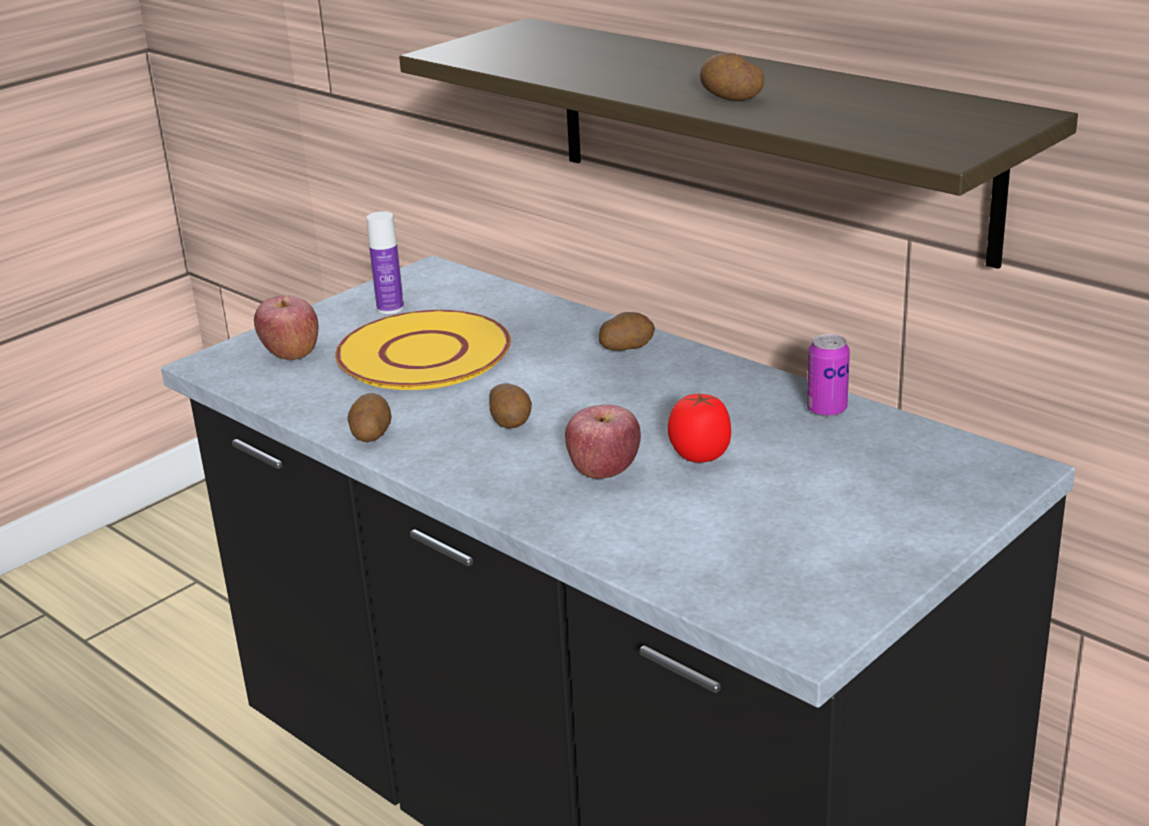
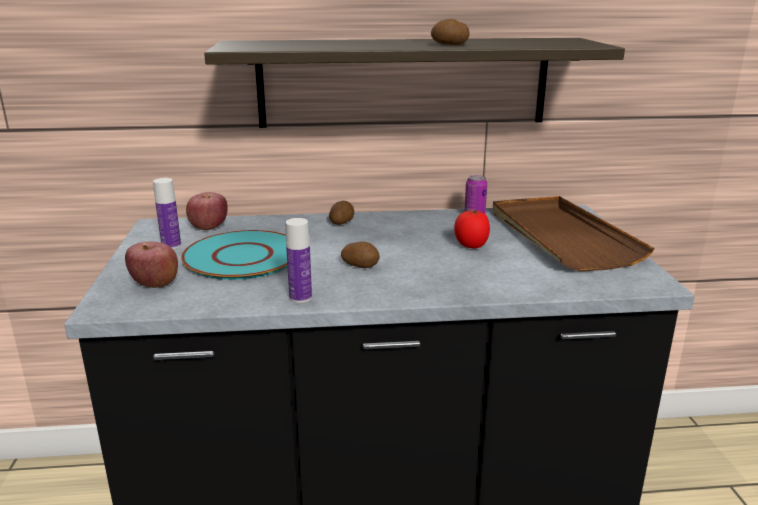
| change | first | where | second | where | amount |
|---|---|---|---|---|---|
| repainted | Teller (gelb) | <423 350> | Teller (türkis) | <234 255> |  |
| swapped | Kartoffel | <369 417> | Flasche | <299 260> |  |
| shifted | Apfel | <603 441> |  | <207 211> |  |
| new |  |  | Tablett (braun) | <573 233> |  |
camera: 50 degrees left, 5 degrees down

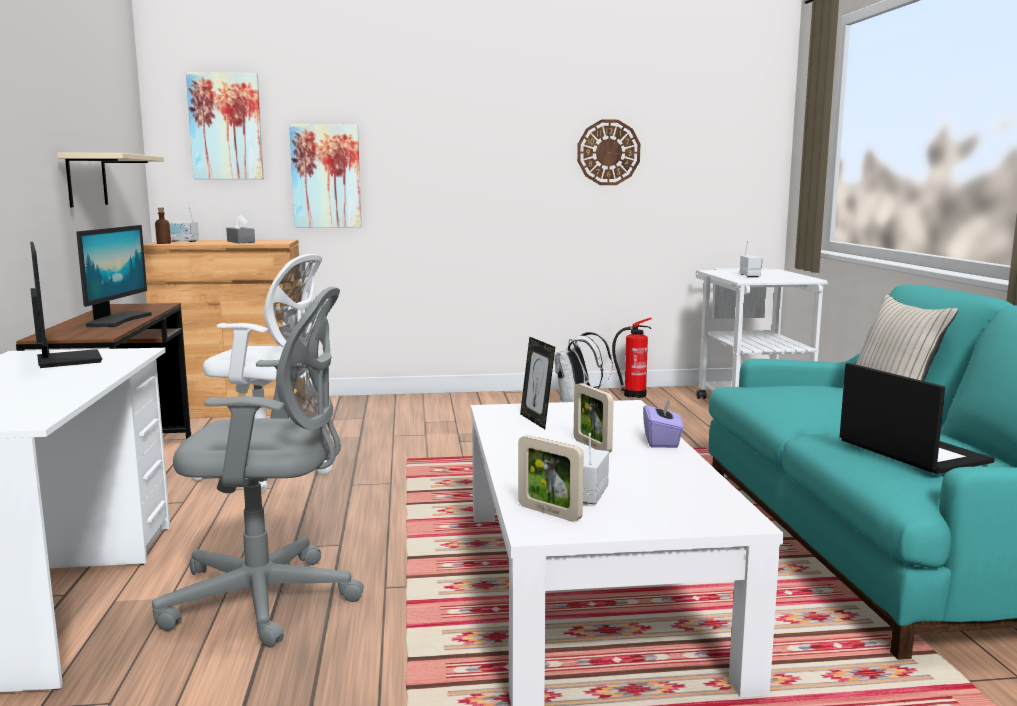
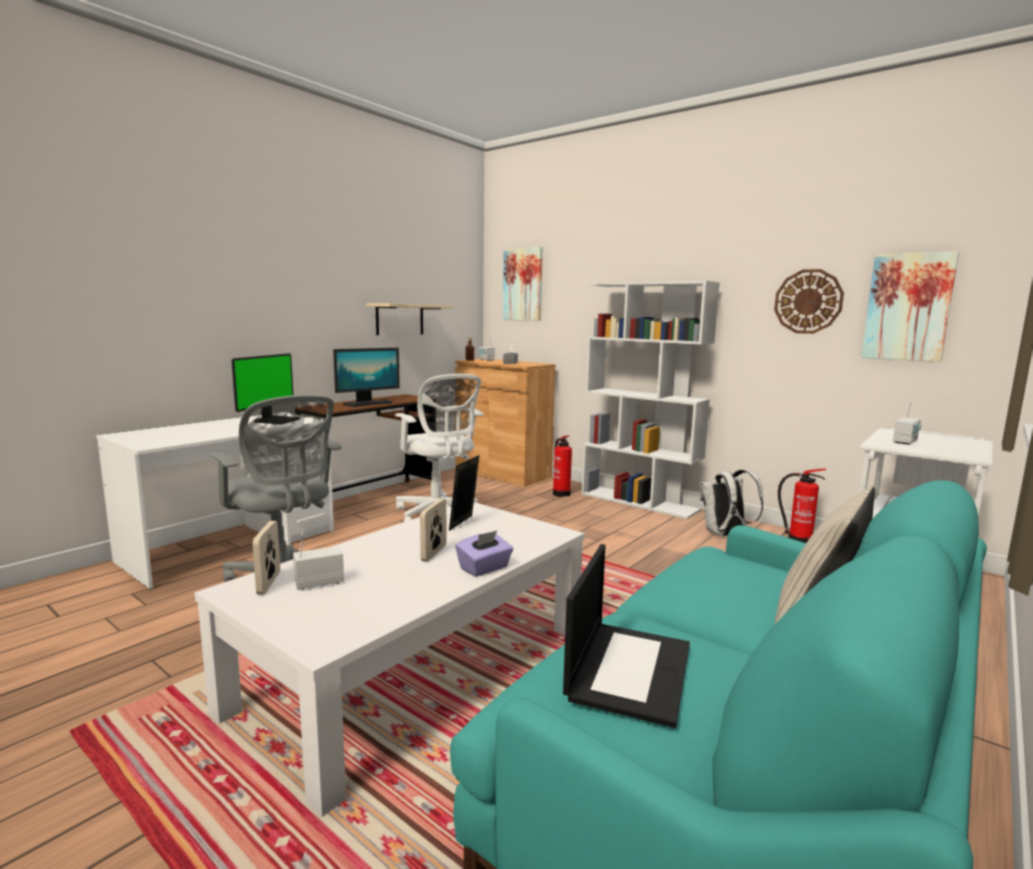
| change | first | where | second | where | amount |
|---|---|---|---|---|---|
| shifted | Bild | <325 176> |  | <910 306> |  |
| new |  |  | Bücherregal (weiß) | <650 400> |  |
| new |  |  | Feuerlöscher | <562 466> |  |
camera: 45 degrees right, 0 degrees up

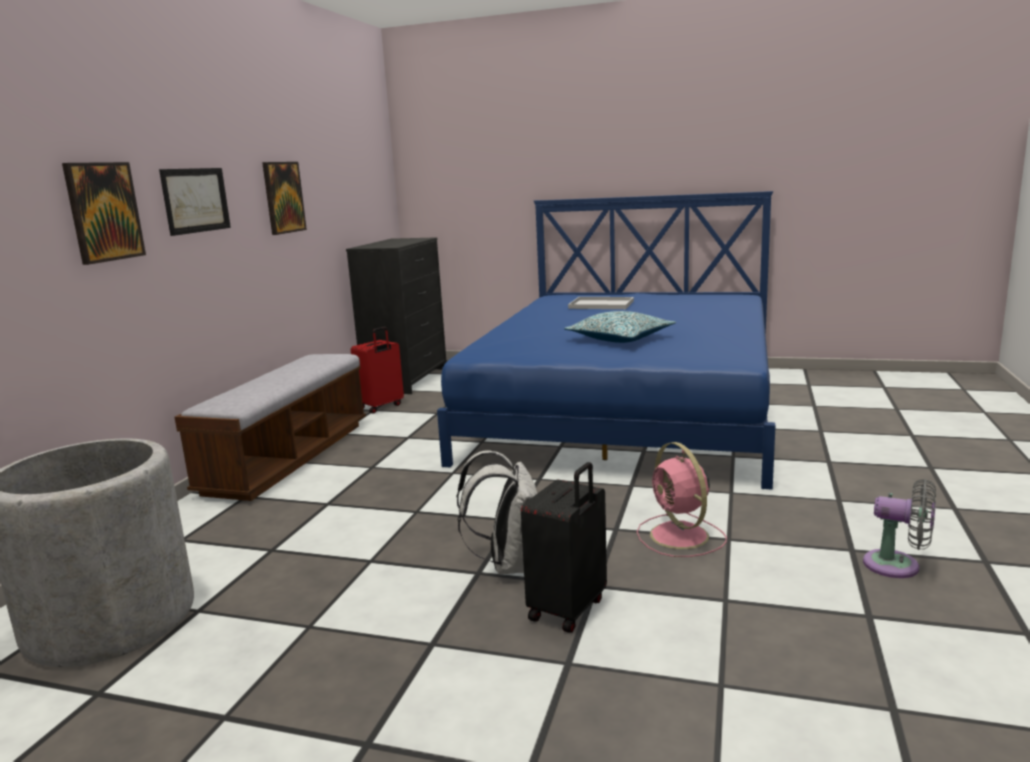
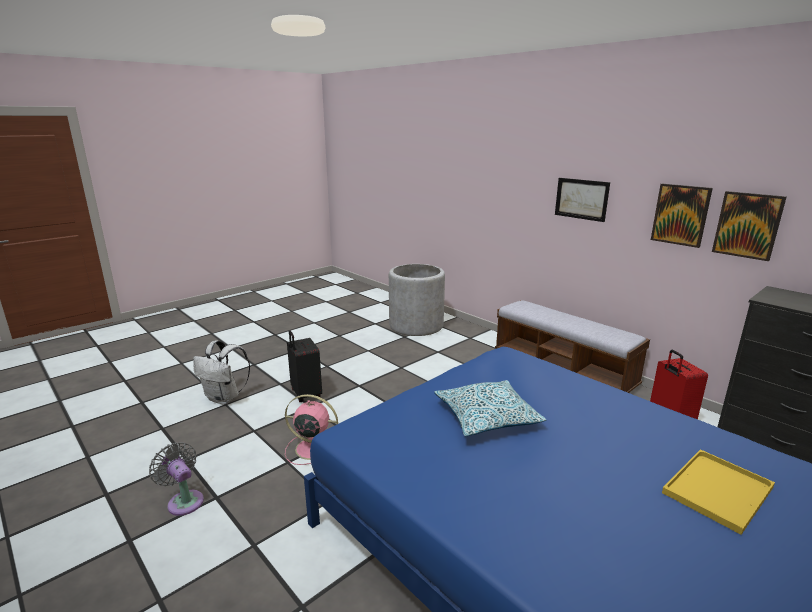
| change | first | where | second | where | amount |
|---|---|---|---|---|---|
| shifted | Bild | <104 213> |  | <749 226> |  |
| repainted | Tablett (weiß) | <601 303> | Tablett (gelb) | <718 492> |  |
| shifted | Rucksack (weiß) | <496 512> |  | <221 372> |  |
| rotated | Ventilator (grau) | <899 528> |  | <176 479> | 75 degrees clockwise |
camera: 120 degrees right, 5 degrees up

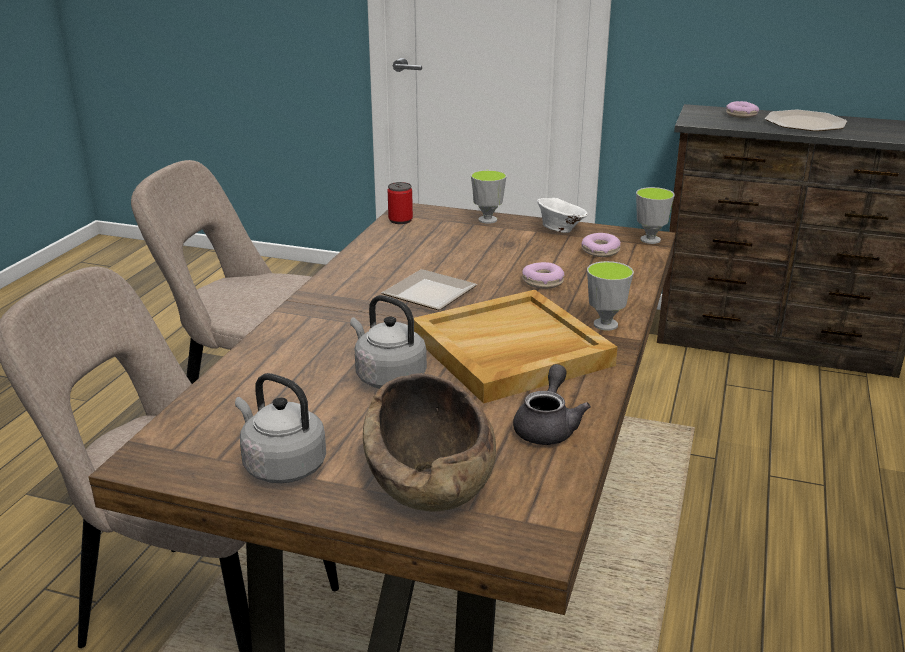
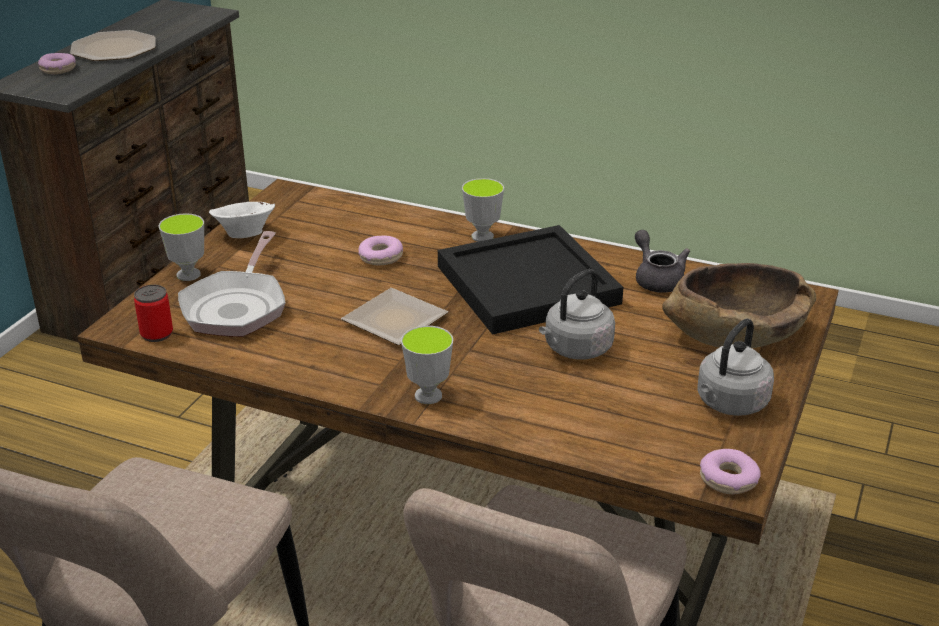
| change | first | where | second | where | amount |
|---|---|---|---|---|---|
| shifted | Tasse | <655 215> |  | <427 365> |  |
| shifted | Donut | <601 245> |  | <730 471> |  |
| repainted | Tablett (beige) | <516 347> | Tablett (schwarz) | <530 280> |  |
| rotated | Teekanne (grau) | <552 404> |  | <662 261> | 45 degrees clockwise |
| new |  |  | Pfanne | <232 284> |  |
camera: 85 degrees left, 5 degrees up

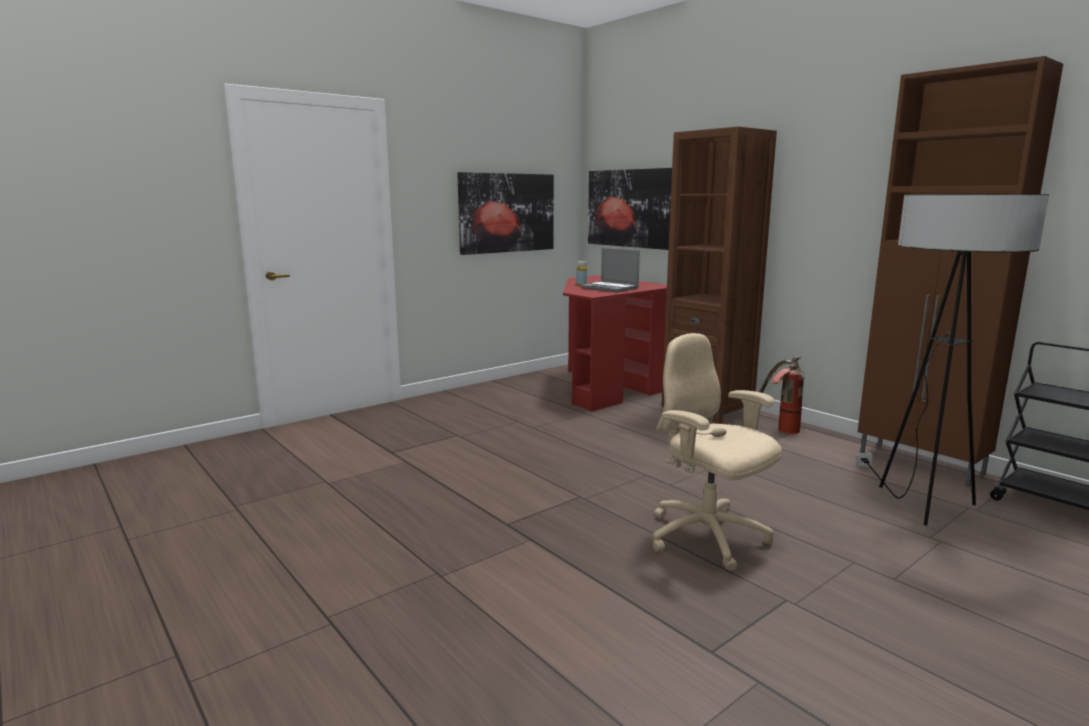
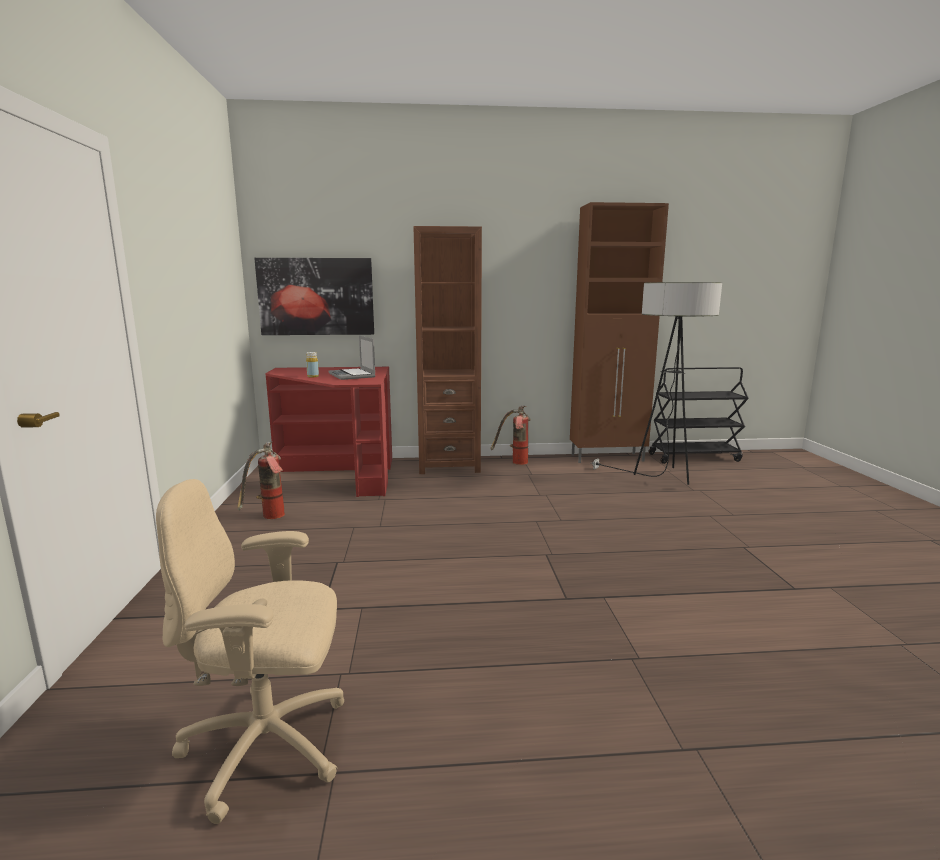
| change | first | where | second | where | amount |
|---|---|---|---|---|---|
| gone | Bild | <505 213> |  |  |  |
| rotated | Laptop | <610 270> |  | <352 358> | 75 degrees clockwise |
| shifted | Bürostuhl (beige) | <717 452> |  | <250 651> |  |
| new |  |  | Feuerlöscher | <261 480> |  |
camera: 55 degrees left, 0 degrees up

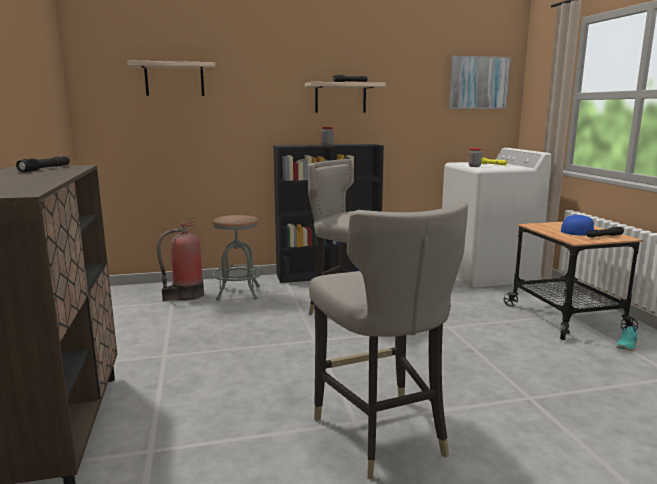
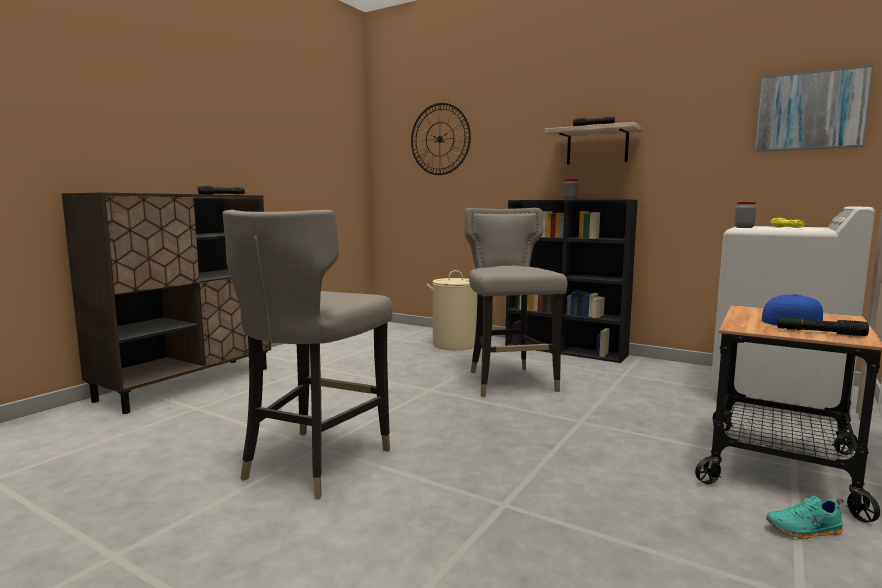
| change | first | where | second | where | amount |
|---|---|---|---|---|---|
| swapped | Wandregal | <171 78> | Wanduhr | <441 139> |  |
| swapped | Hocker (grau) | <237 257> | Wäschekorb (beige) | <452 310> |  |
| gone | Feuerlöscher | <180 260> |  |  |  |
camera: 45 degrees right, 5 degrees down

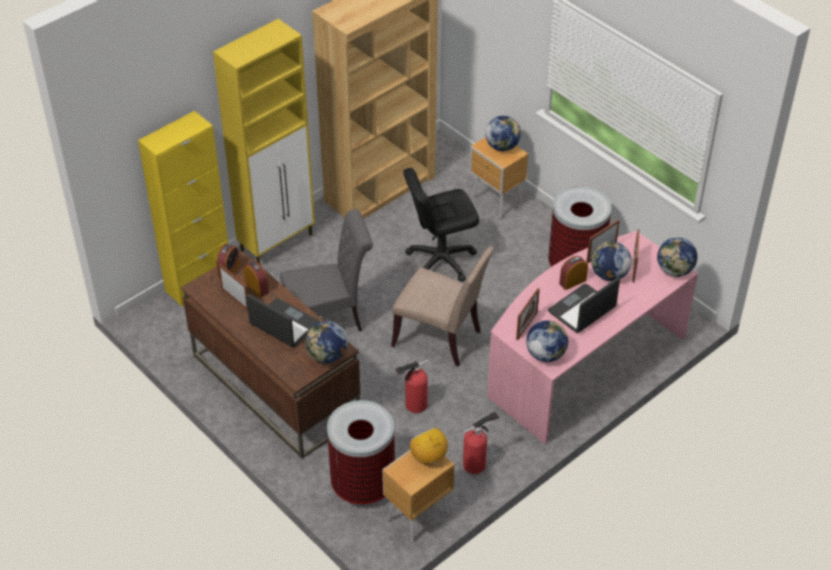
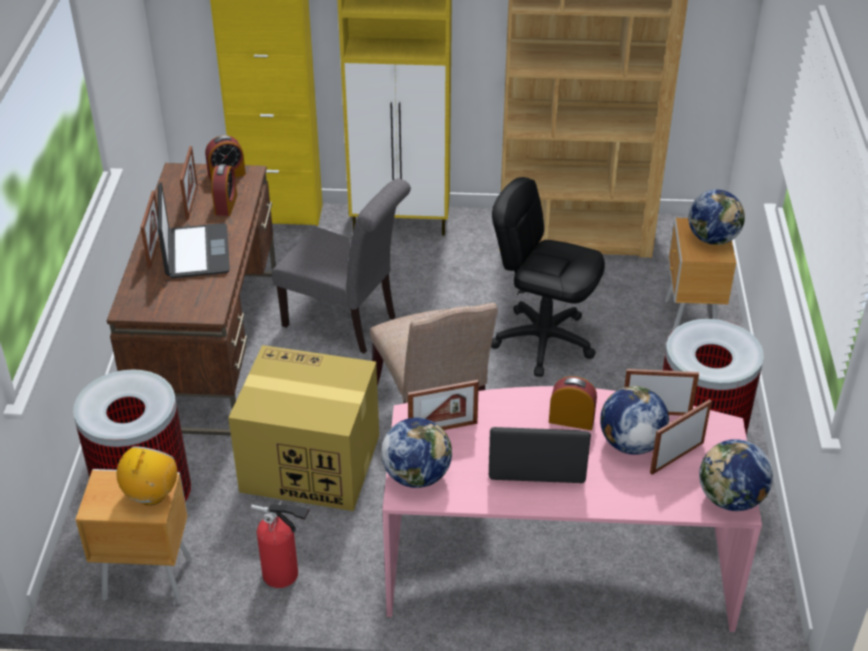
| change | first | where | second | where | amount |
|---|---|---|---|---|---|
| gone | Globus | <326 342> |  |  |  |
| swapped | Feuerlöscher | <412 386> | Karton | <303 428> |  |
| new |  |  | Bilderrahmen | <149 229> |  |
camera: 45 degrees right, 5 degrees down

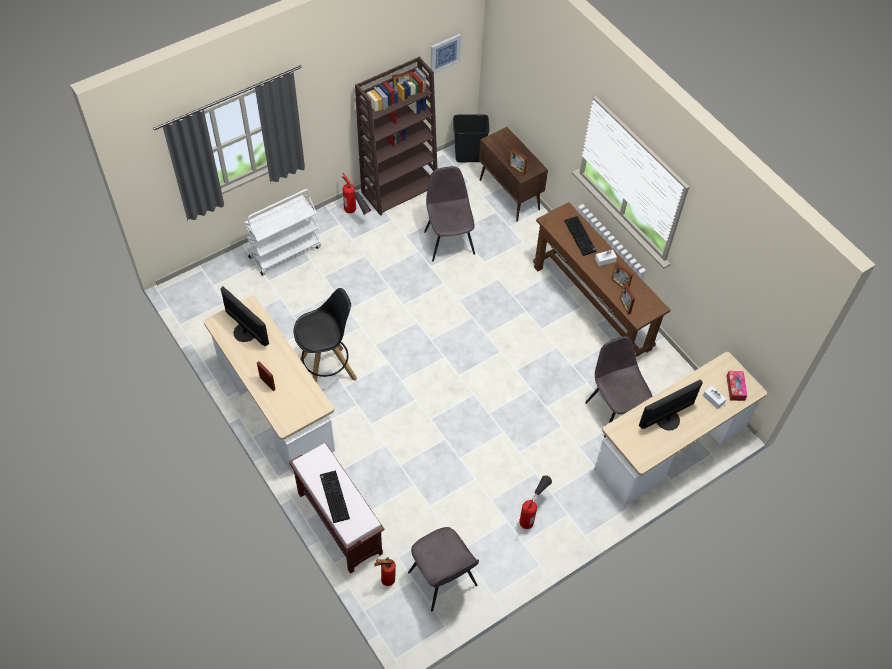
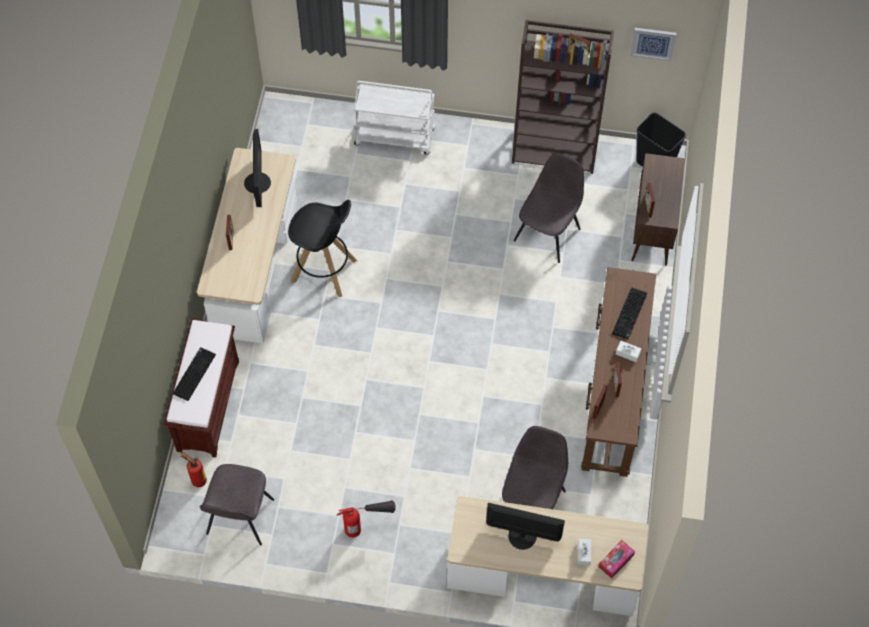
| change | first | where | second | where | amount |
|---|---|---|---|---|---|
| gone | Feuerlöscher | <356 194> |  |  |  |
camera: 45 degrees right, 5 degrees up

